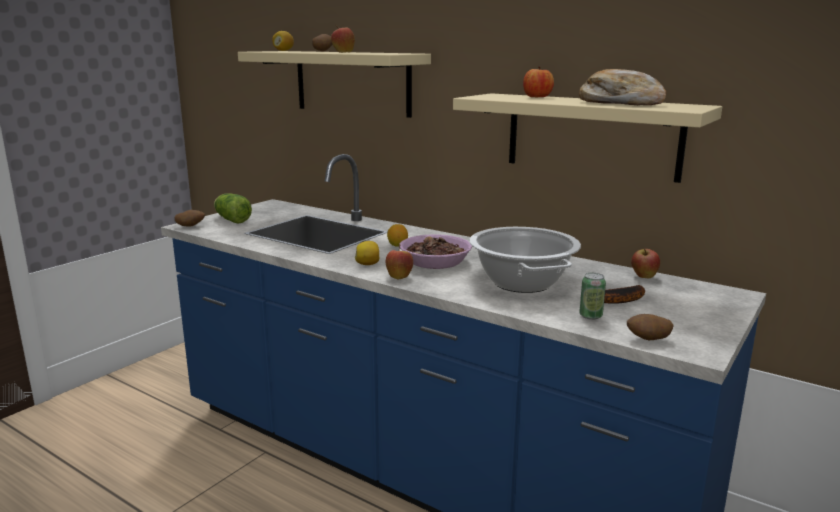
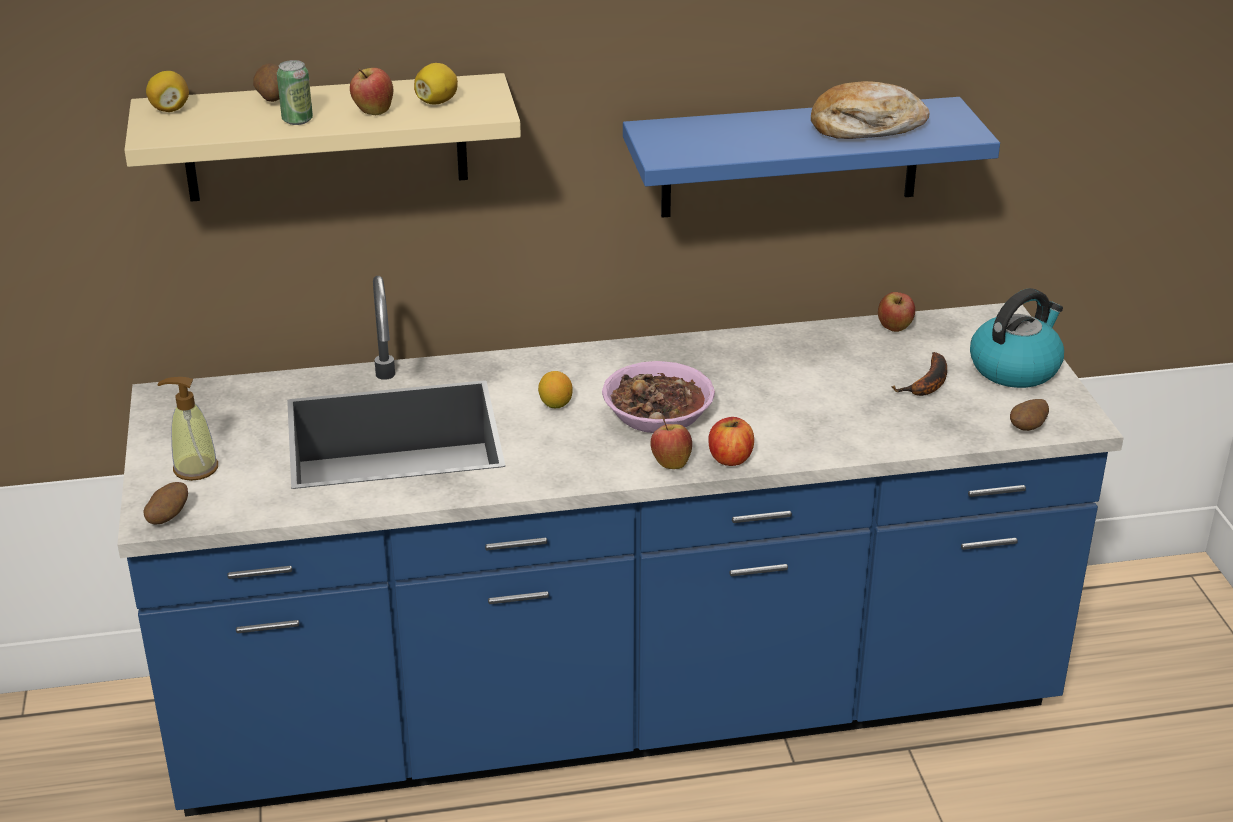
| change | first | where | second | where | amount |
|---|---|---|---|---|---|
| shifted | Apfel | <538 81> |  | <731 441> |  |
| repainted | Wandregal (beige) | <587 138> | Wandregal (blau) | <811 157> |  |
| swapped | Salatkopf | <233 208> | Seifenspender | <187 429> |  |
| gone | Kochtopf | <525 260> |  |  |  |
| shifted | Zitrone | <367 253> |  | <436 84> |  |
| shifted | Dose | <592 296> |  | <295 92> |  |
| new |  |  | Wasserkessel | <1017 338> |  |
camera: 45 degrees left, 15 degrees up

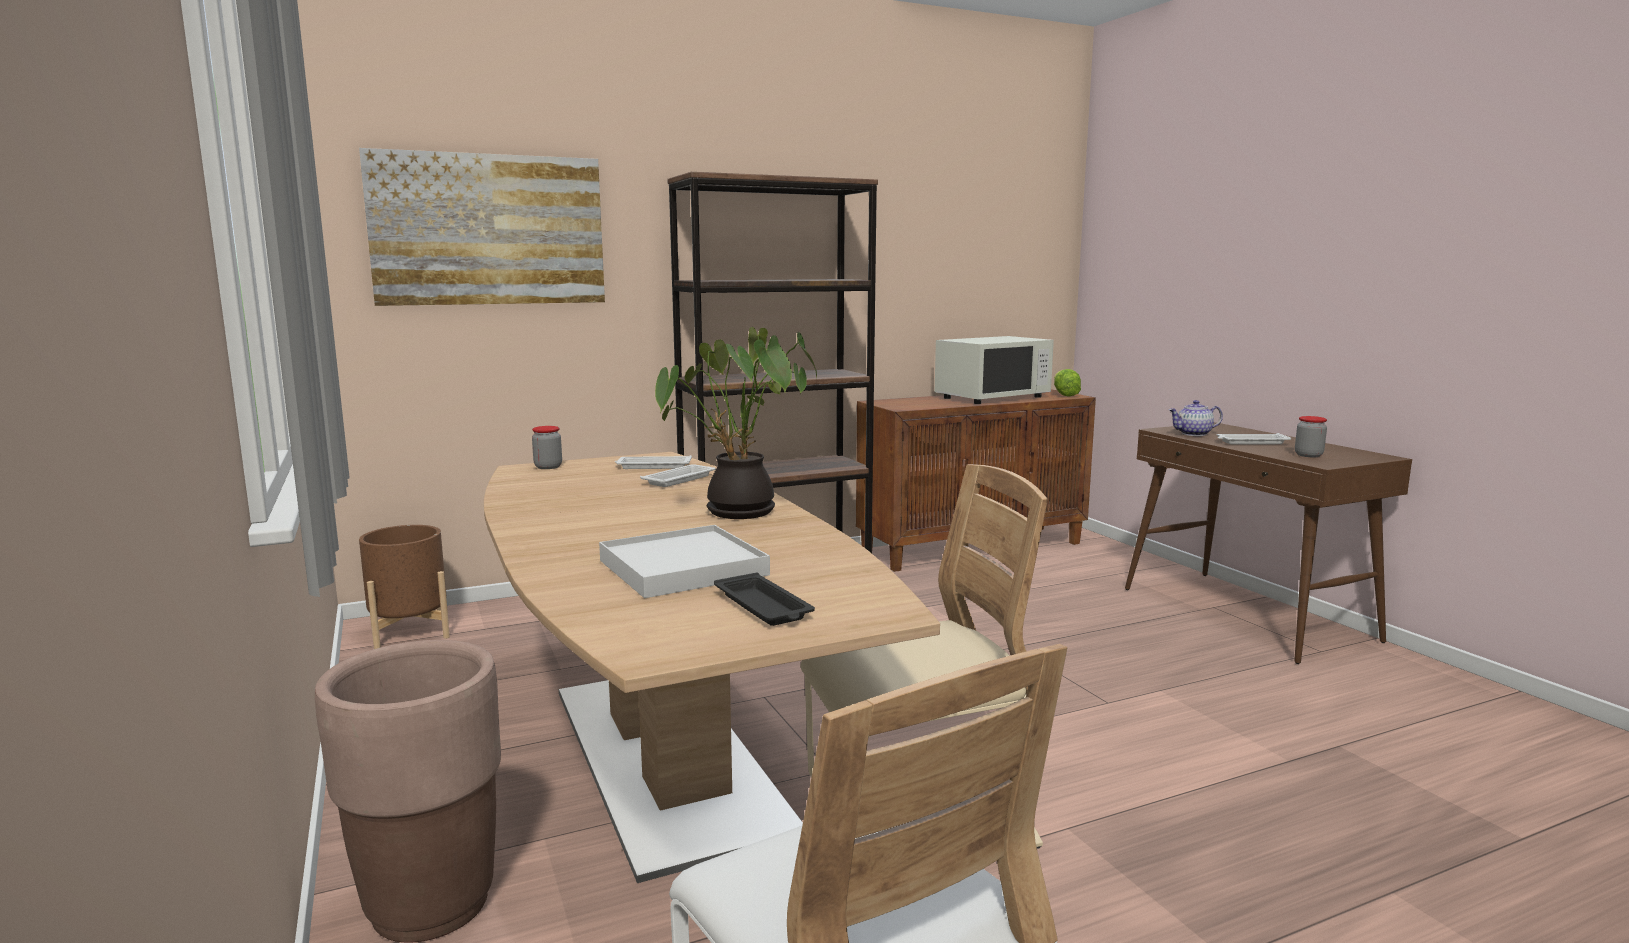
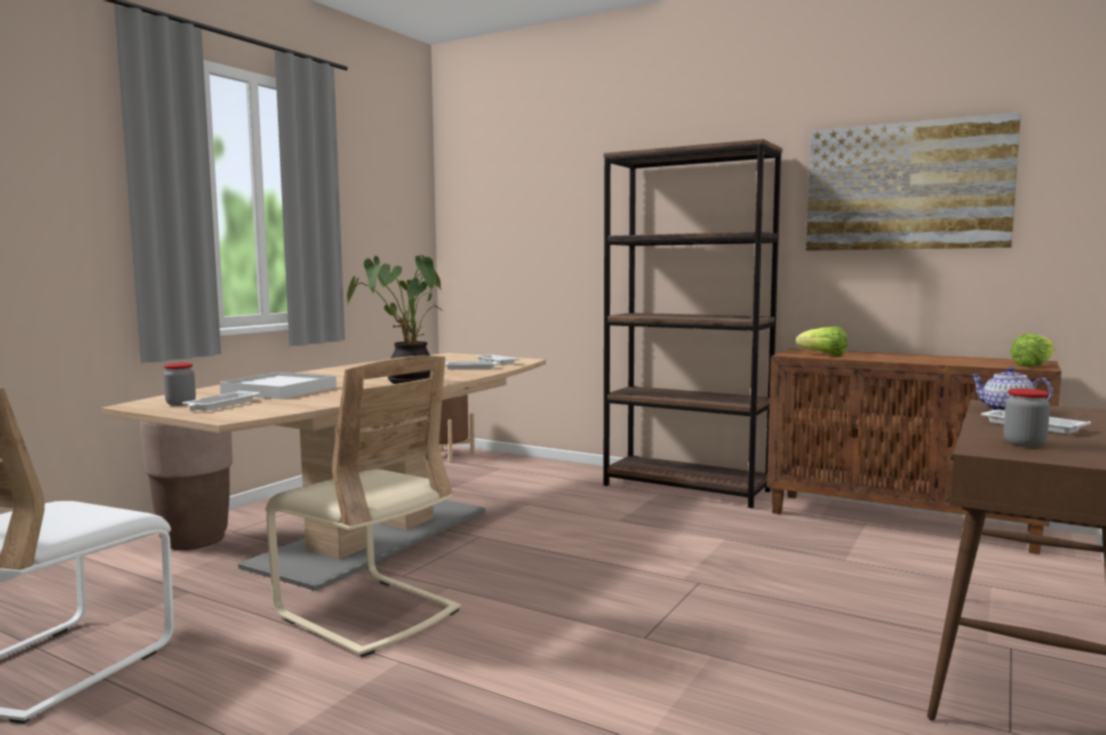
| change | first | where | second | where | amount |
|---|---|---|---|---|---|
| shifted | Bild | <482 227> |  | <913 181> |  |
| gone | Mikrowelle (weiß) | <994 370> |  |  |  |
| shifted | Vorratsglas | <547 447> |  | <179 384> |  |
| repainted | Tablett (schwarz) | <764 599> | Tablett (weiß) | <221 401> |  |
| new |  |  | Salatkopf | <822 341> |  |
camera: 55 degrees right, 5 degrees down

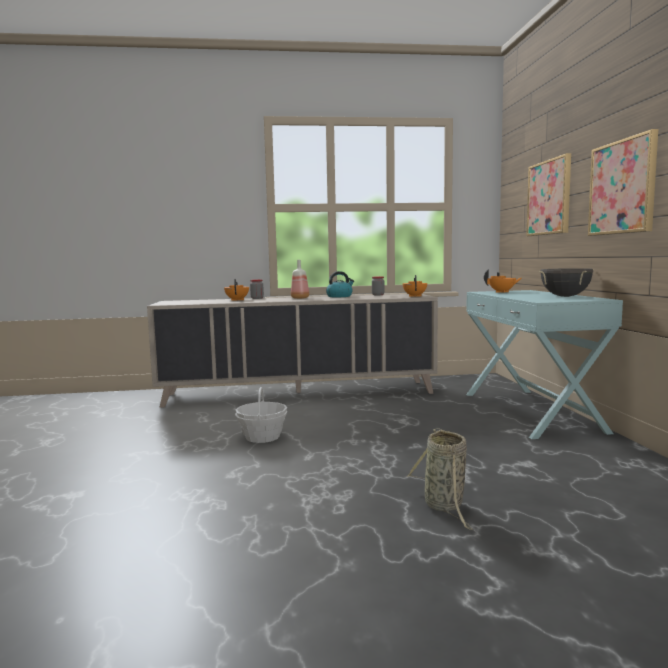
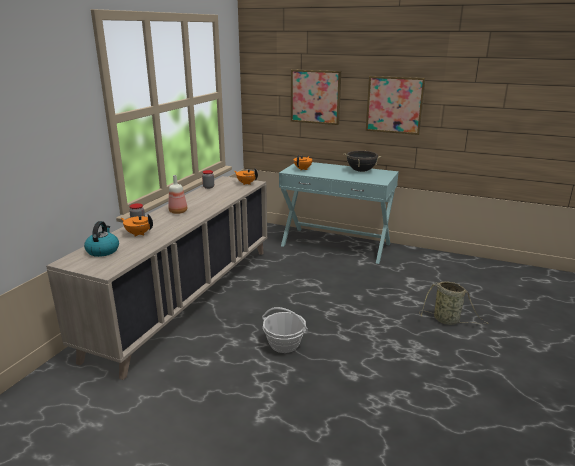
| change | first | where | second | where | amount |
|---|---|---|---|---|---|
| shifted | Wasserkessel | <340 284> |  | <101 239> |  |
camera: 60 degrees left, 15 degrees up

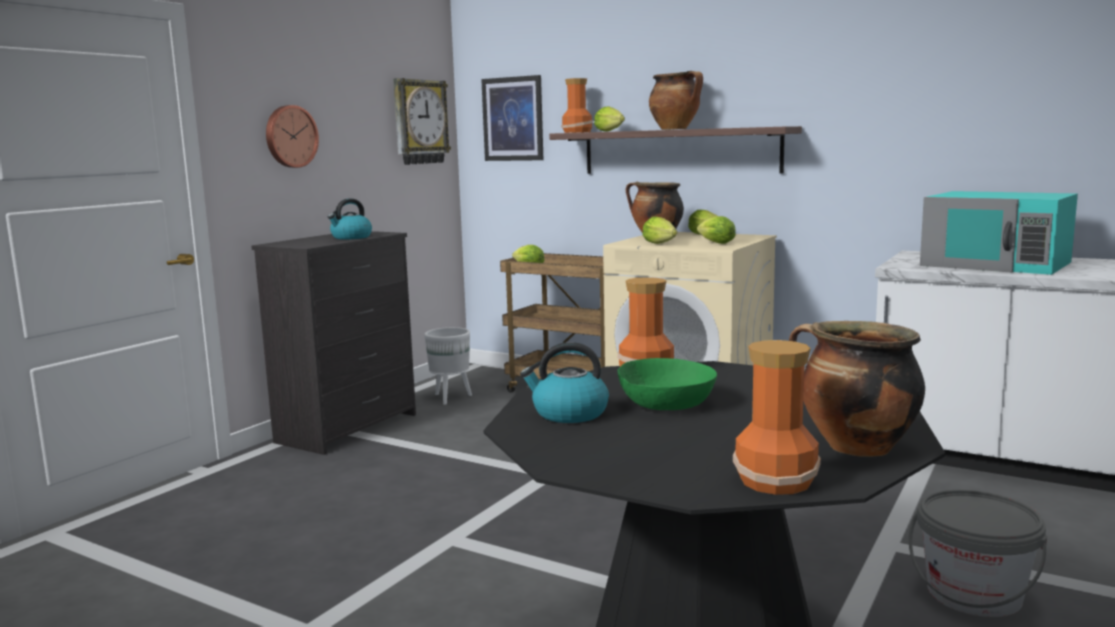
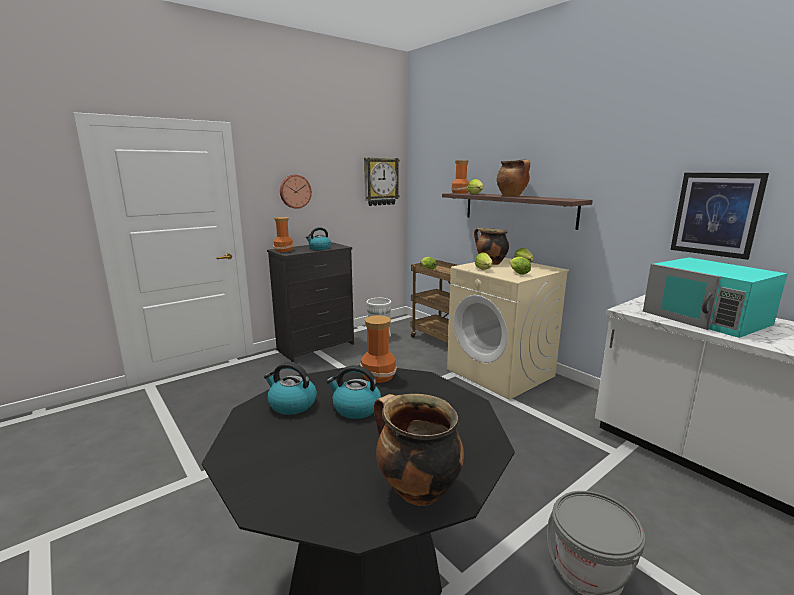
| change | first | where | second | where | amount |
|---|---|---|---|---|---|
| shifted | Bild | <512 118> |  | <719 216> |  |
| shifted | Vase | <777 417> |  | <284 234> |  |
| swapped | Schüssel (grün) | <667 384> | Wasserkessel | <353 392> |  |
camera: 20 degrees right, 5 degrees up

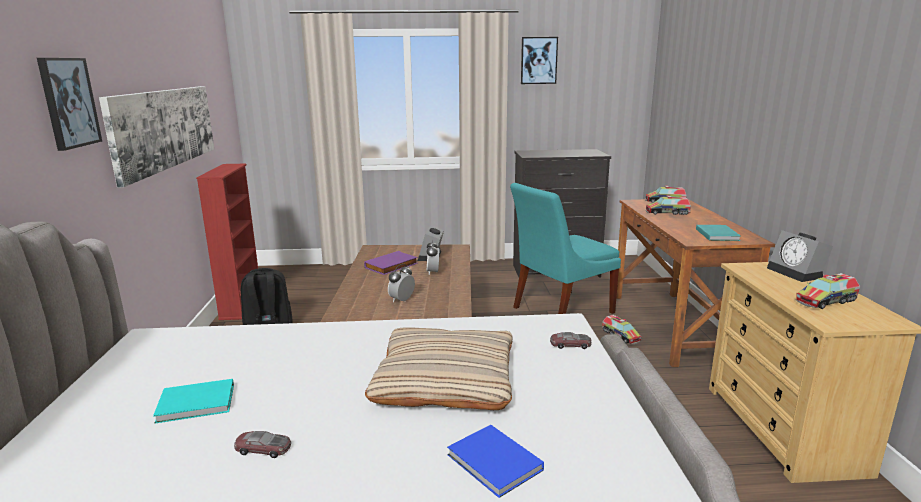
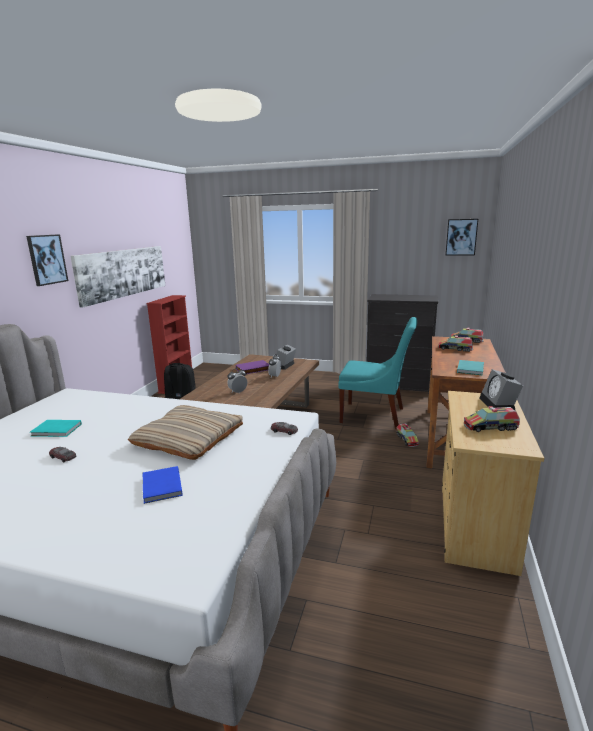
| change | first | where | second | where | amount |
|---|---|---|---|---|---|
| shifted | Bild | <539 60> |  | <461 237> |  |
| rotated | Stuhl (türkis) | <565 248> |  | <377 373> | 150 degrees counterclockwise |
camera: 20 degrees right, 0 degrees up

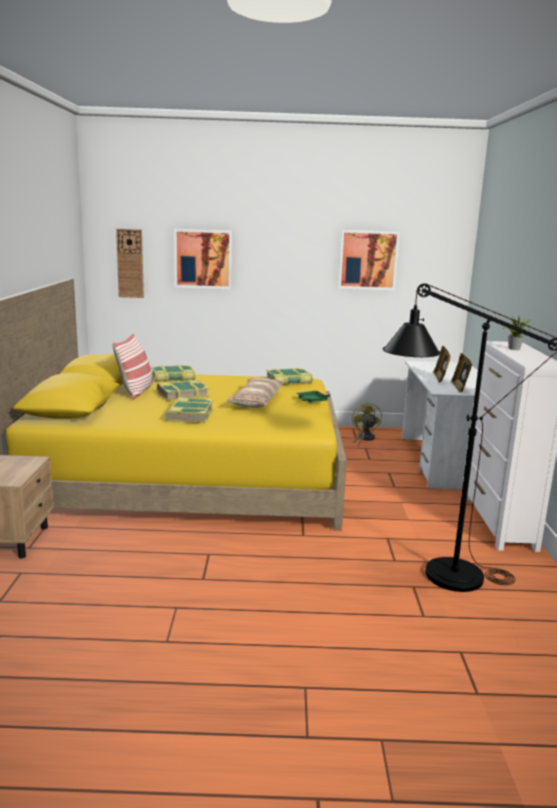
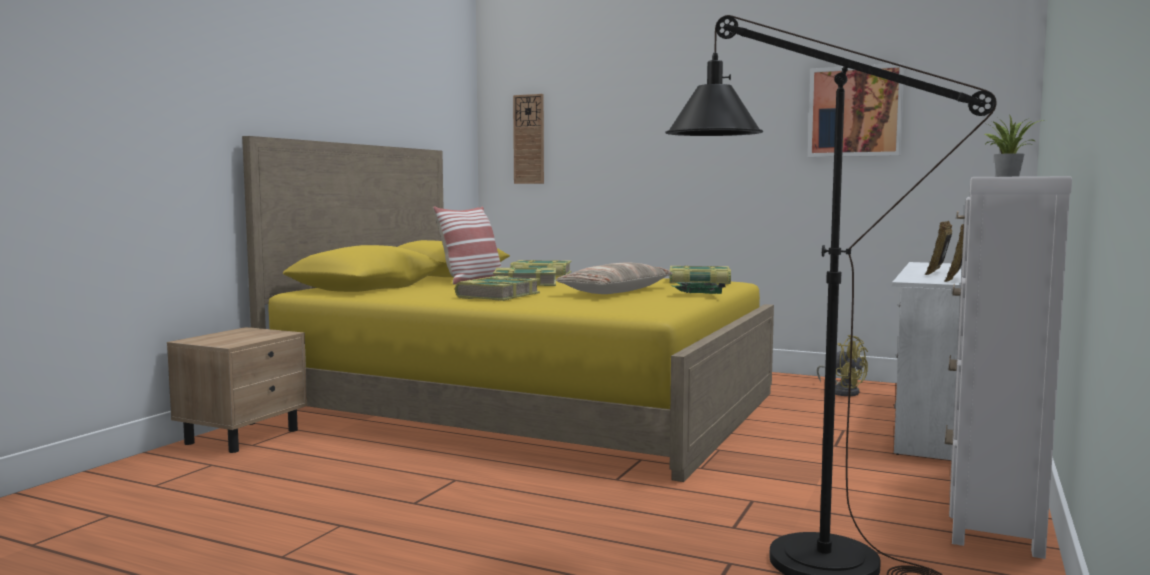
| change | first | where | second | where | amount |
|---|---|---|---|---|---|
| gone | Bild | <203 259> |  |  |  |
| rotated | Ventilator (gelb) | <367 424> |  | <842 365> | 120 degrees clockwise |
camera: 25 degrees right, 10 degrees down

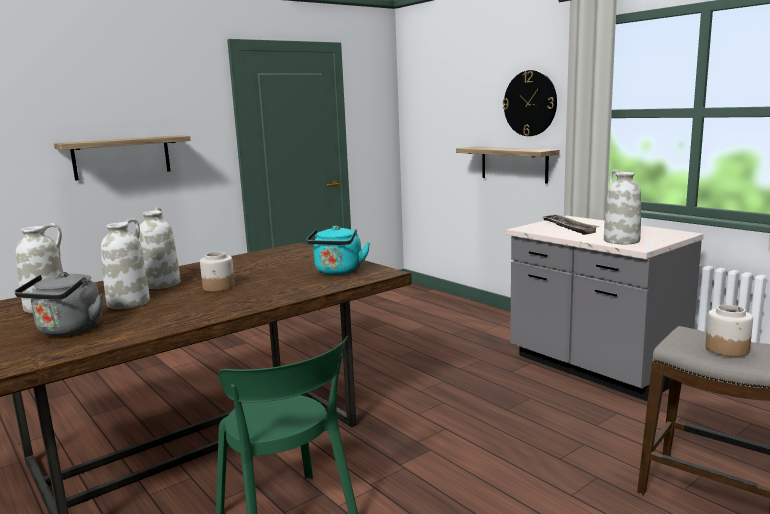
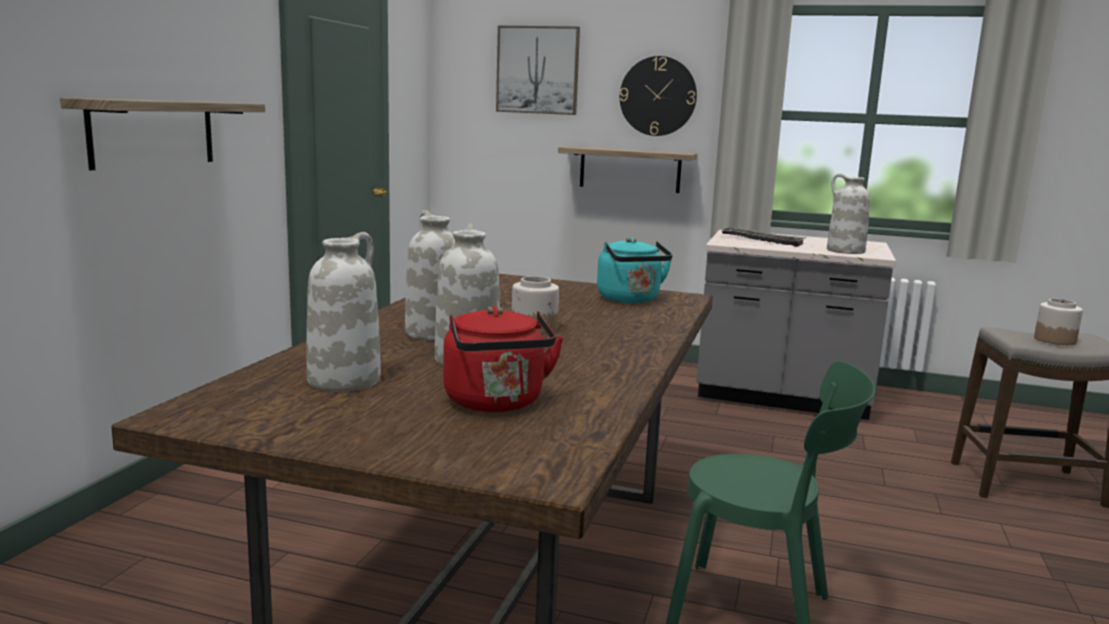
| change | first | where | second | where | amount |
|---|---|---|---|---|---|
| repainted | Wasserkessel (grau) | <58 304> | Wasserkessel (rot) | <503 359> |  |
| new |  |  | Bild | <538 70> |  |
camera: 35 degrees left, 0 degrees up

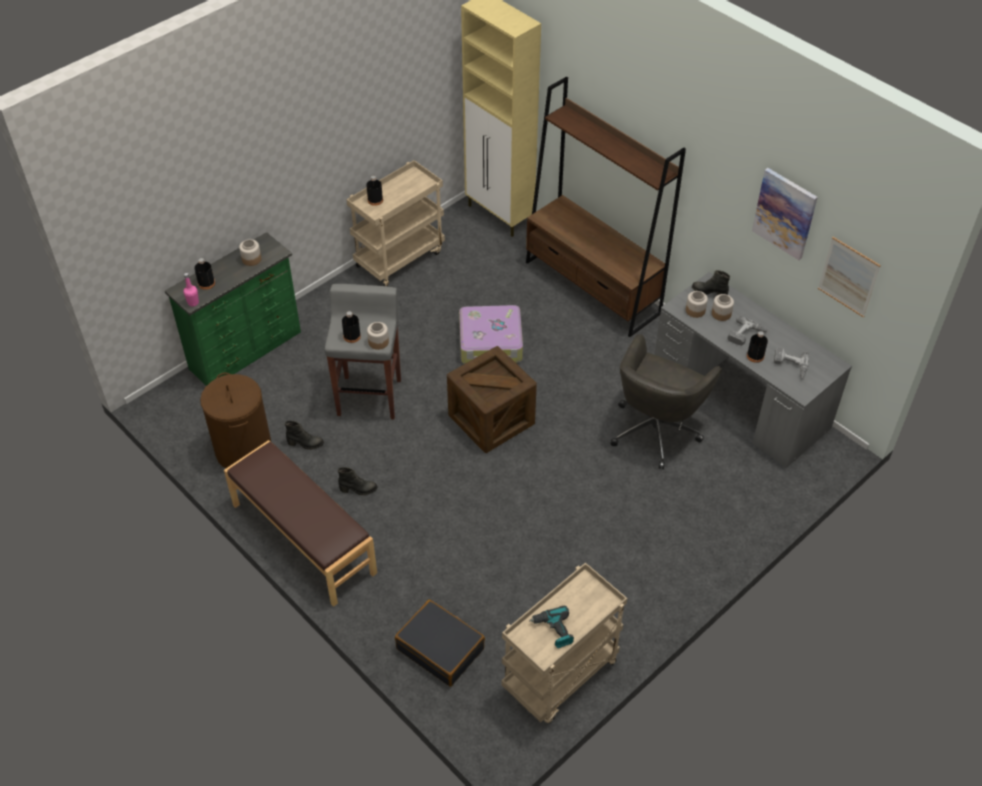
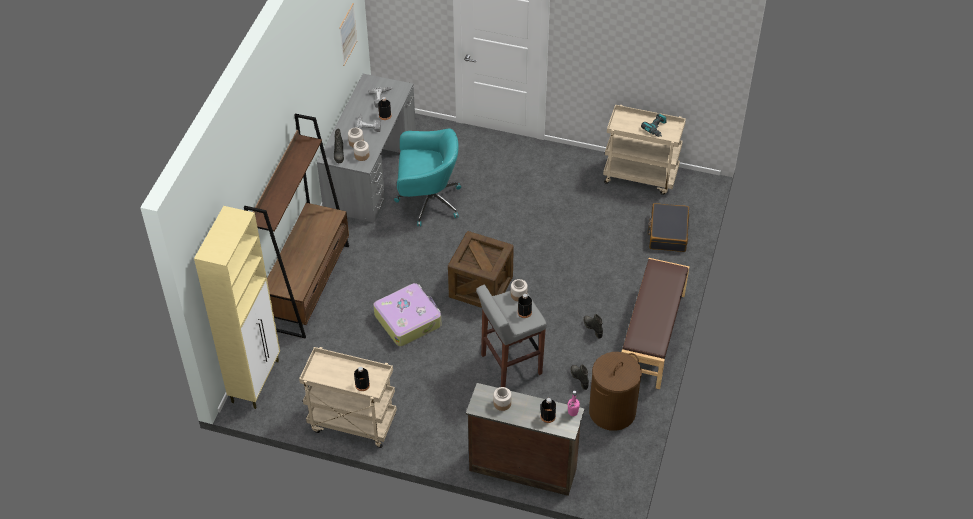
| change | first | where | second | where | amount |
|---|---|---|---|---|---|
| gone | Bild | <785 214> |  |  |  |
| repainted | Kommode (grün) | <233 309> | Kommode (braun) | <525 439> |  |
| repainted | Bürostuhl (grau) | <666 401> | Bürostuhl (türkis) | <427 177> |  |
camera: 120 degrees left, 0 degrees up

